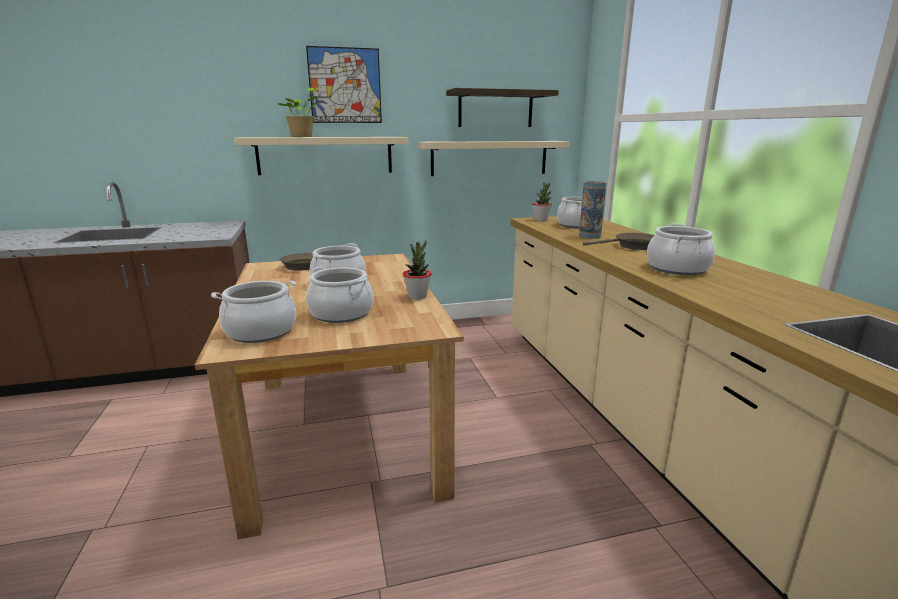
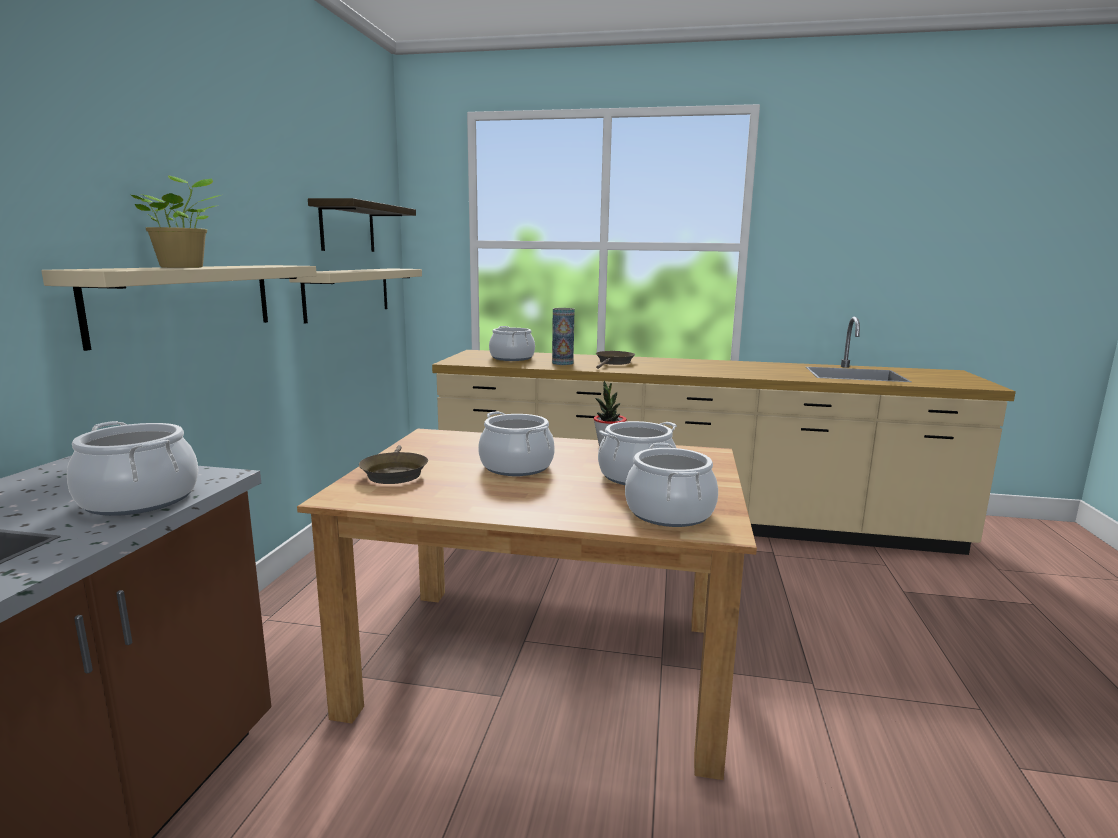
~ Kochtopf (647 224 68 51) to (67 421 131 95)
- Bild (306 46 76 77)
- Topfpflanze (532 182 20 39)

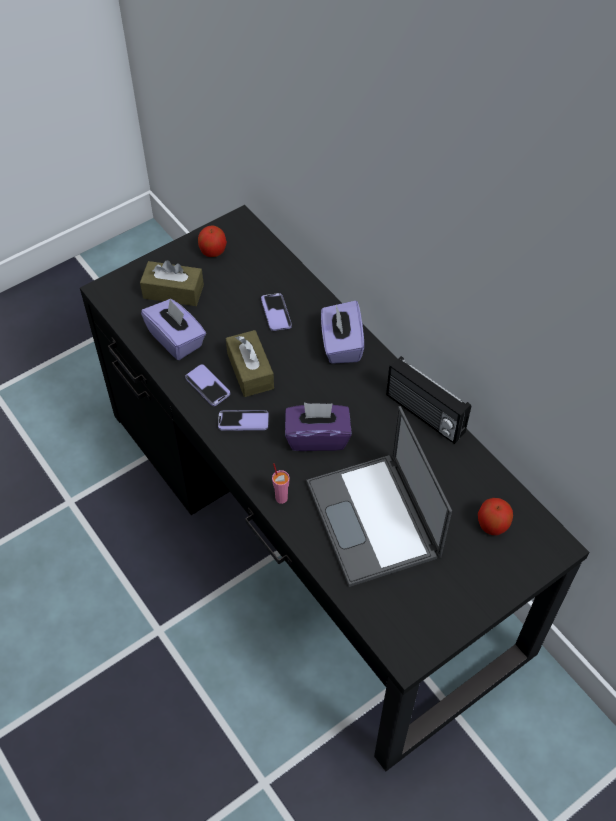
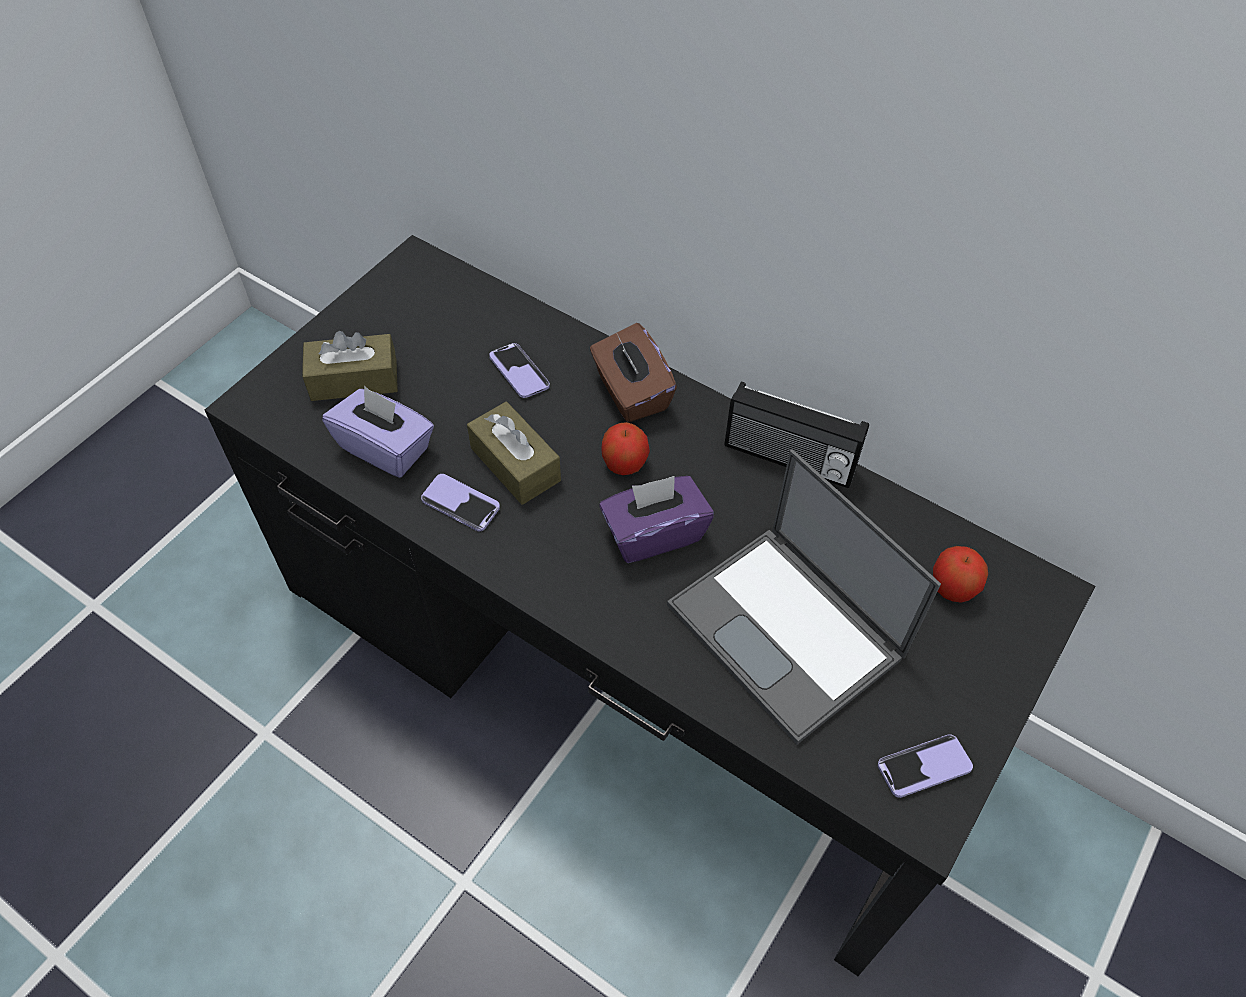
~ Taschentuchbox [lila] (321 301 43 63) to Taschentuchbox [braun] (590 323 87 99)
~ Apfel (198 226 29 31) to (601 422 49 53)
~ Handy (218 410 51 20) to (878 734 95 64)
- Tasse [rosa] (272 463 18 41)

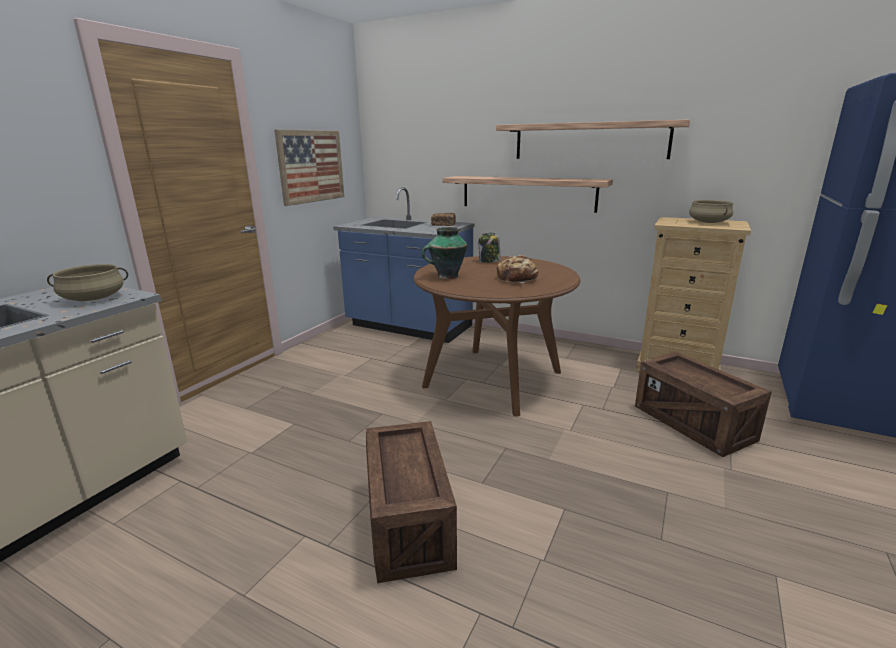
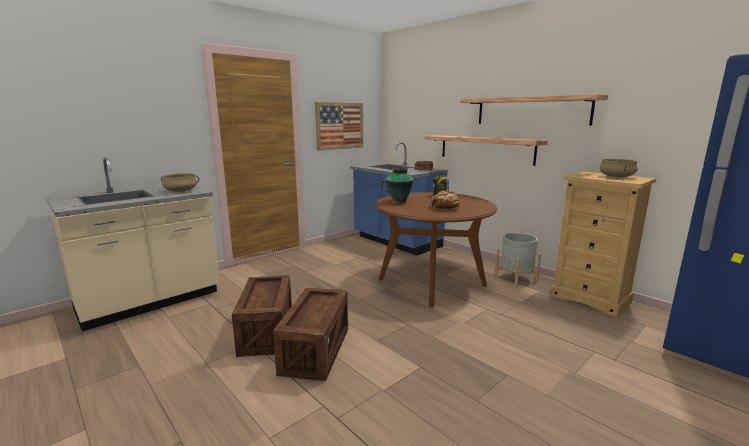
~ Kiste (635 352 137 105) to (232 275 60 82)
+ Pflanzkübel [grau] (495 233 46 55)

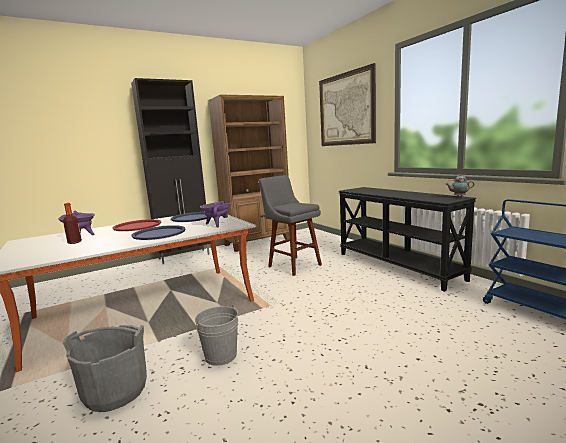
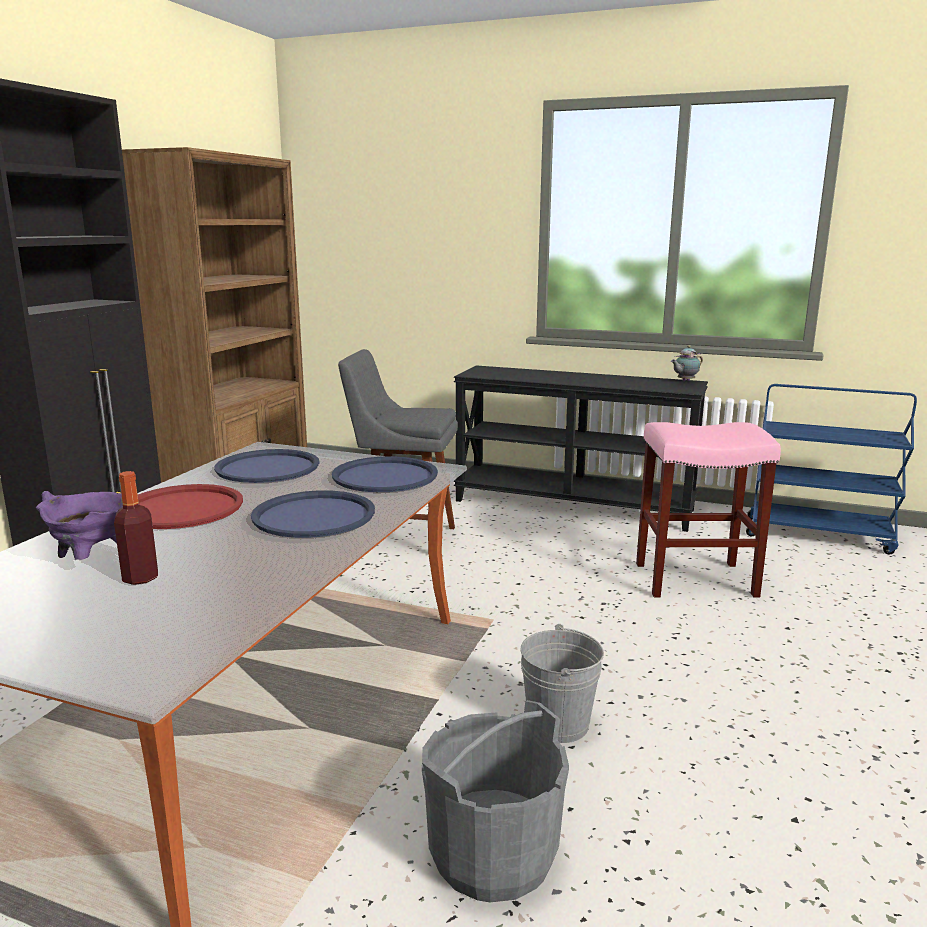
~ Kochtopf [lila] (200 201 30 27) to Tablett [blau] (332 456 106 36)
+ Hocker [rosa] (636 422 145 176)
- Bild (319 63 57 83)

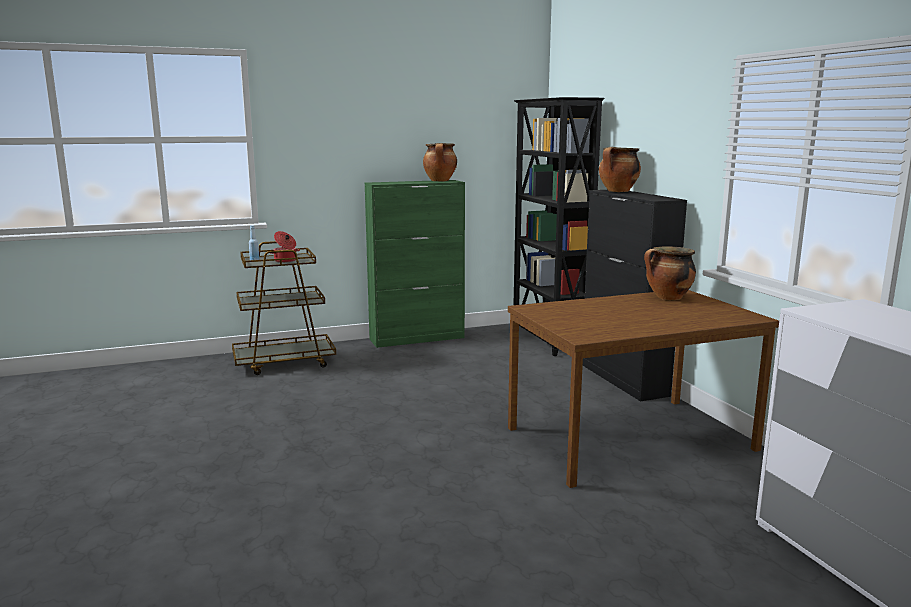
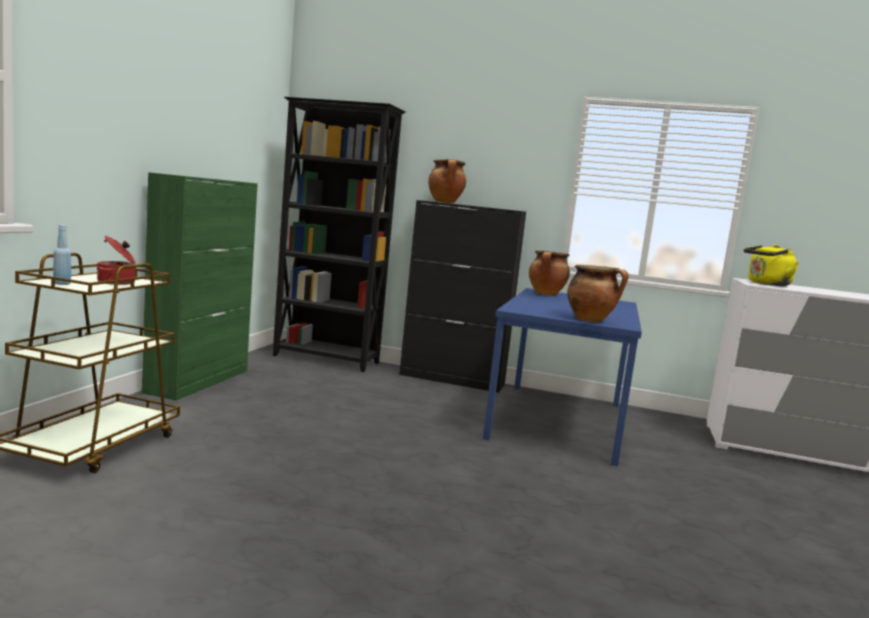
~ Esstisch [braun] (508 290 271 198) to Esstisch [blau] (483 288 159 178)
~ Kochtopf (423 143 34 38) to (567 265 62 57)
+ Wasserkessel [gelb] (744 245 55 41)

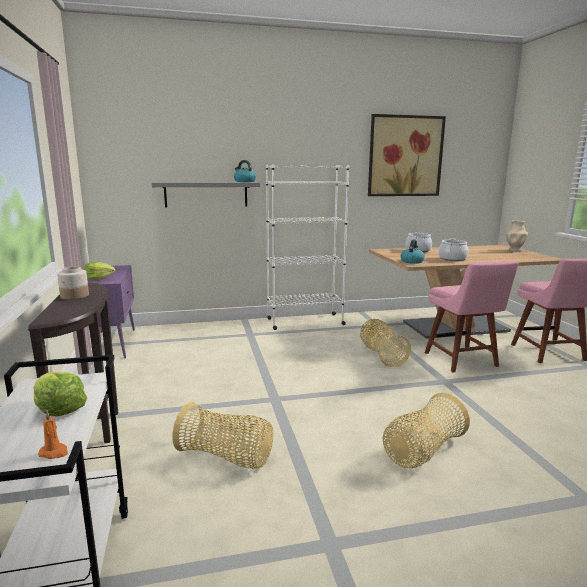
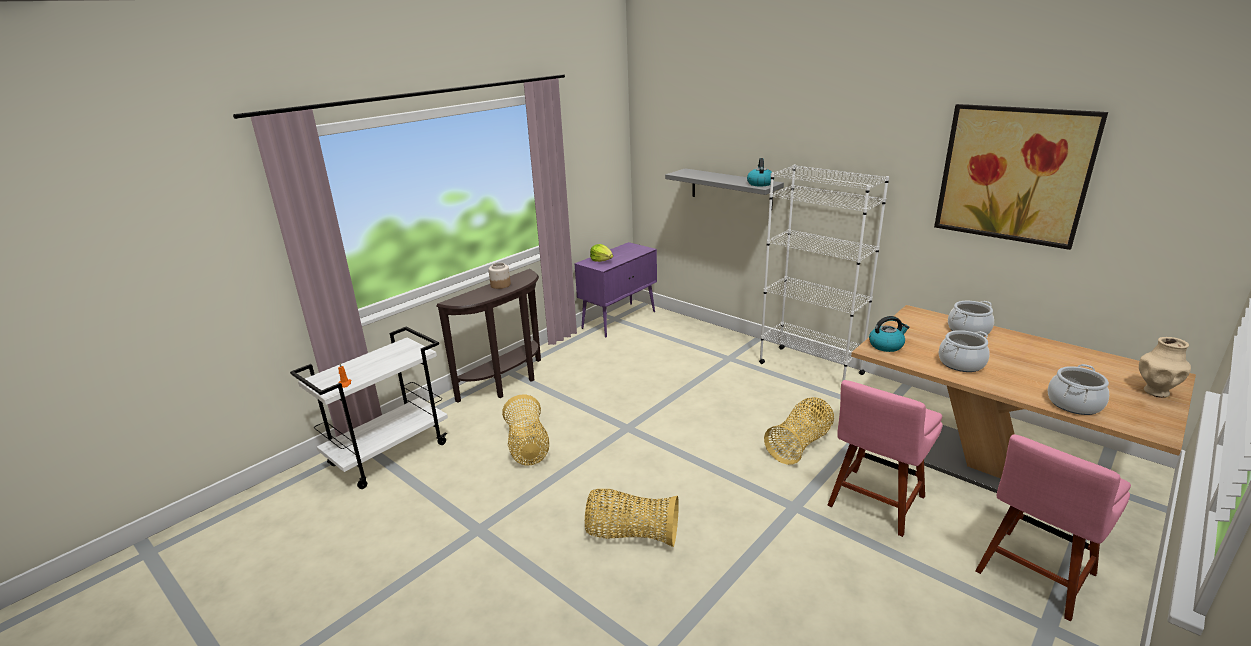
+ Kochtopf (1048 364 61 51)
- Salatkopf (33 372 54 44)

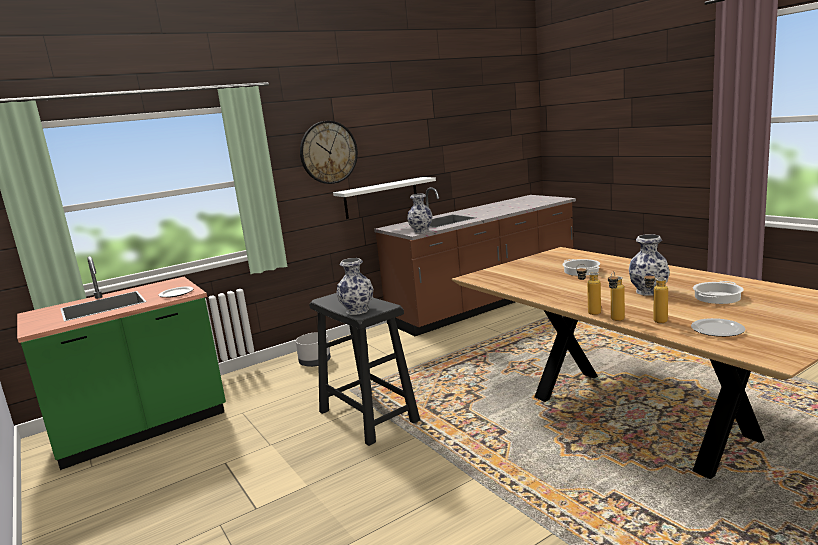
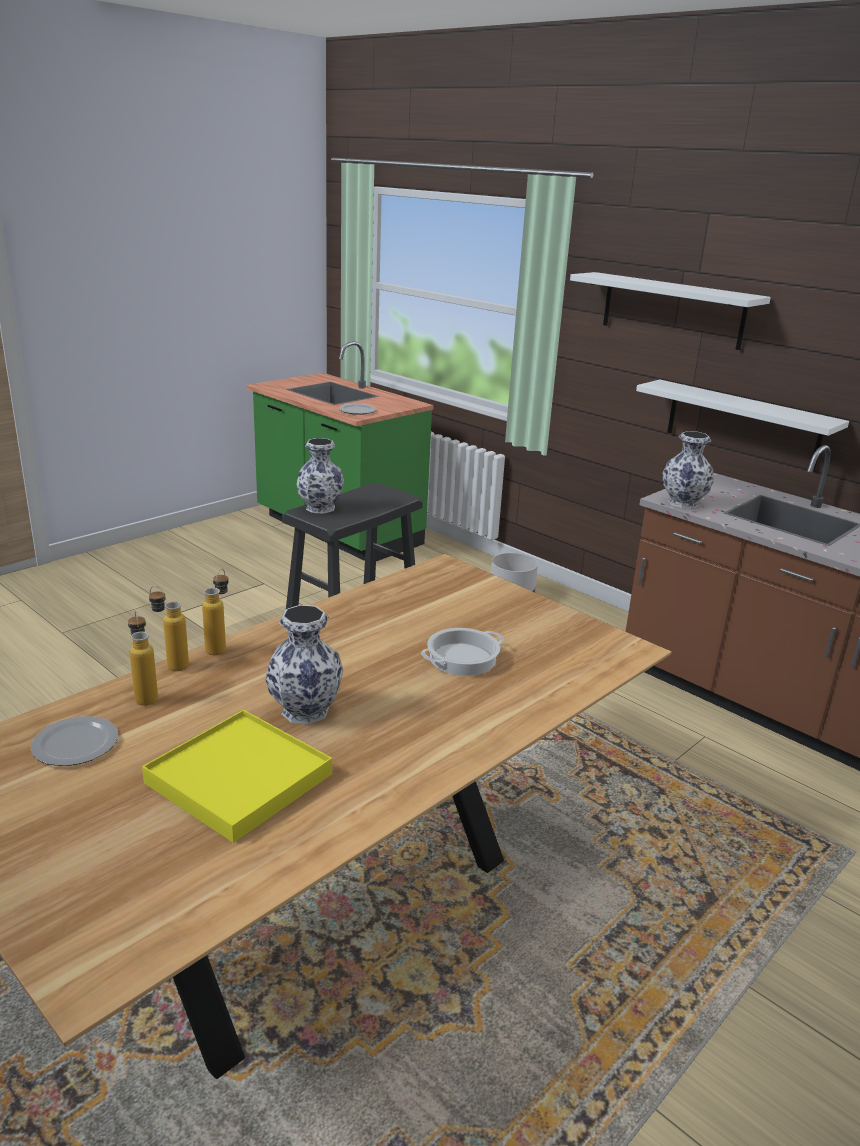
~ Kochtopf (693 281 51 23) to Tablett [gelb] (142 710 190 133)
~ Wanduhr (300 121 58 63) to Wandregal [weiß] (570 272 201 78)

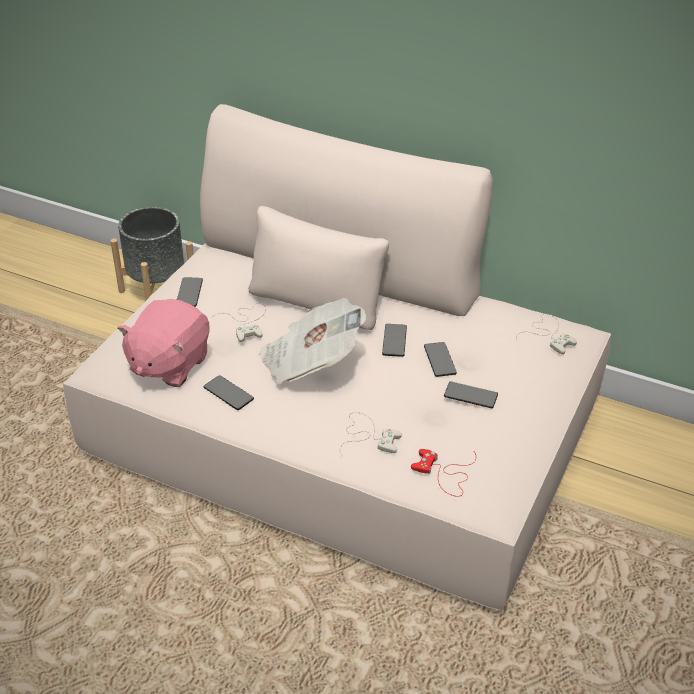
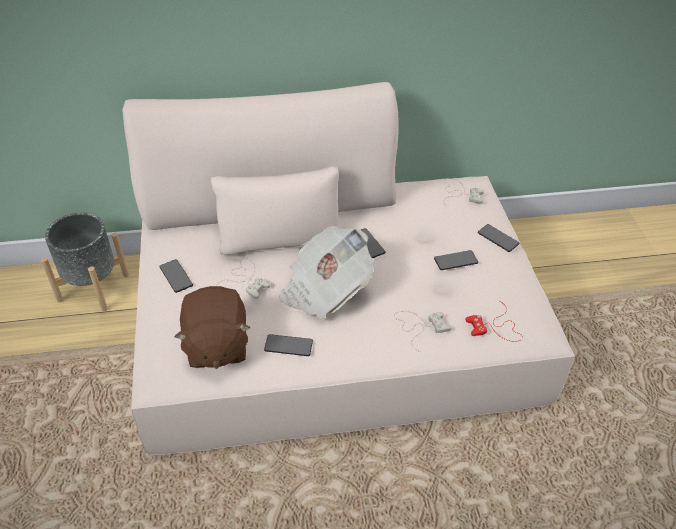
~ Plüschtier [rosa] (117 299 93 88) to Plüschtier [braun] (175 286 75 83)
~ Handy (424 342 33 35) to (478 224 42 28)

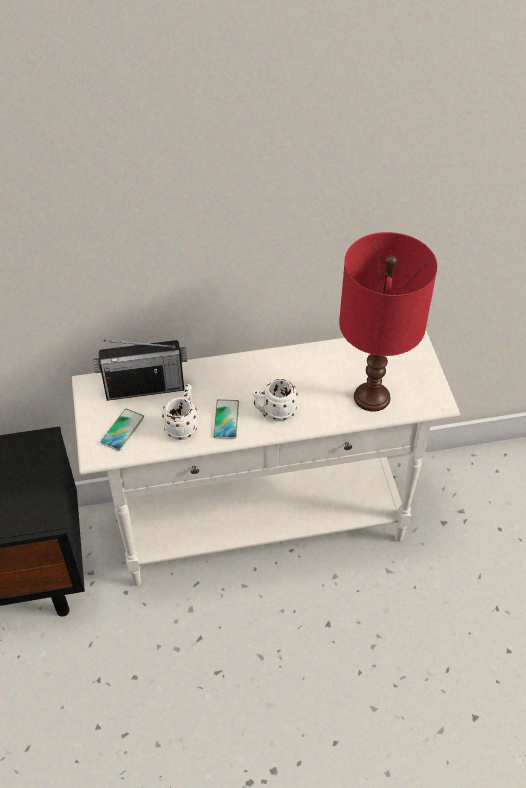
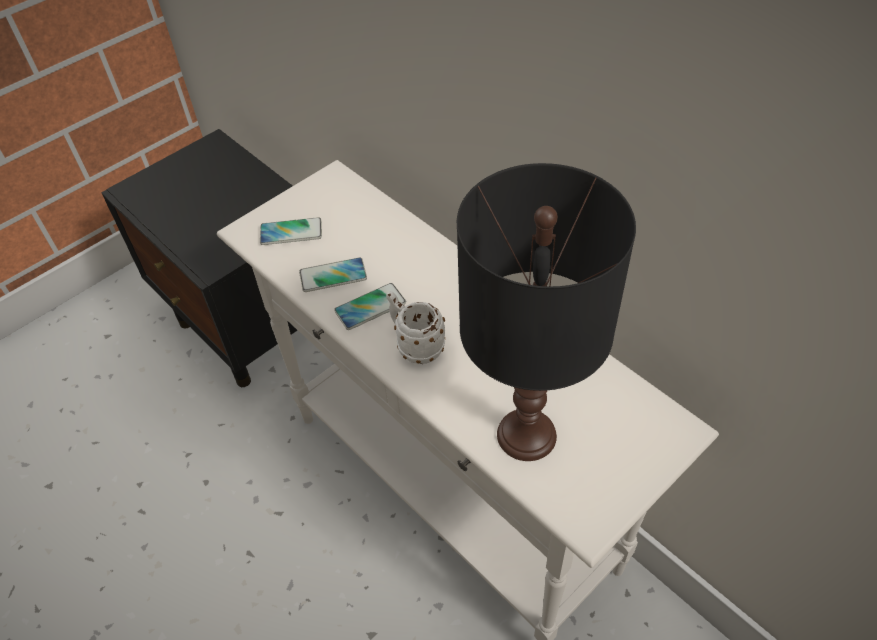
~ Henkelbecher [weiß] (162 384 35 56) to Handy (299 257 68 35)
~ Tischlampe [rot] (339 232 98 180) to Tischlampe [schwarz] (457 163 179 298)
- Radio (93 340 94 61)

